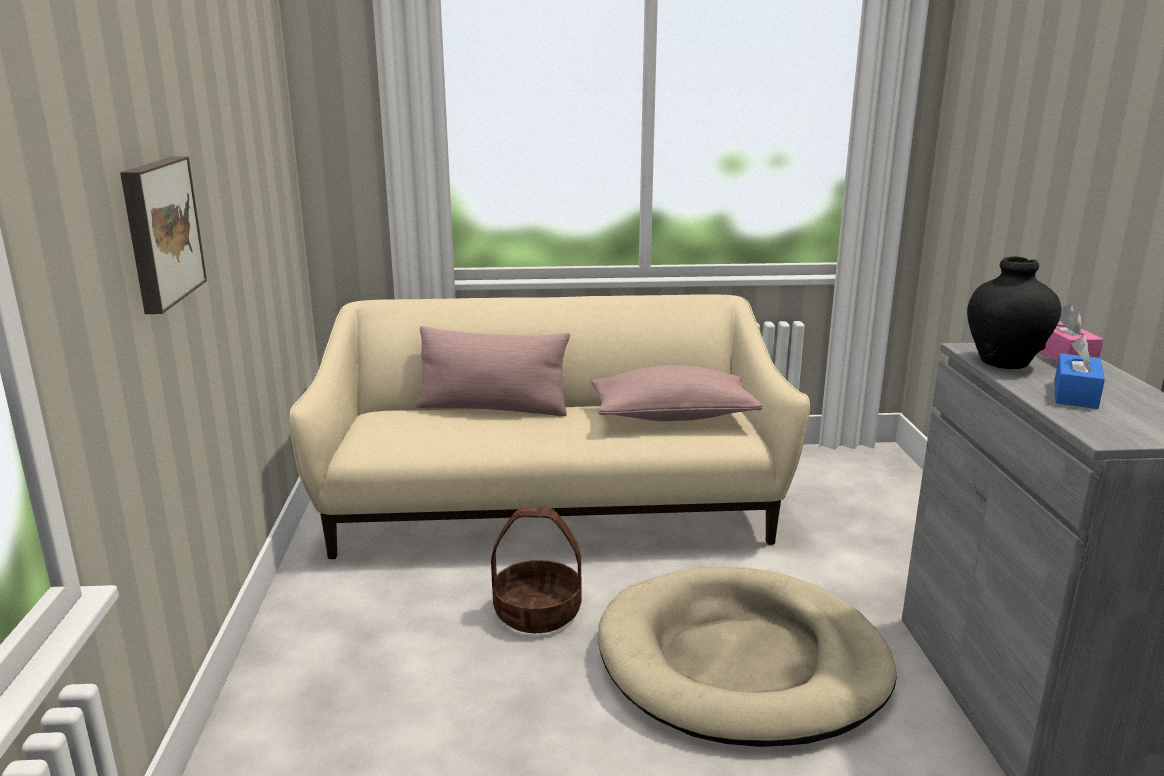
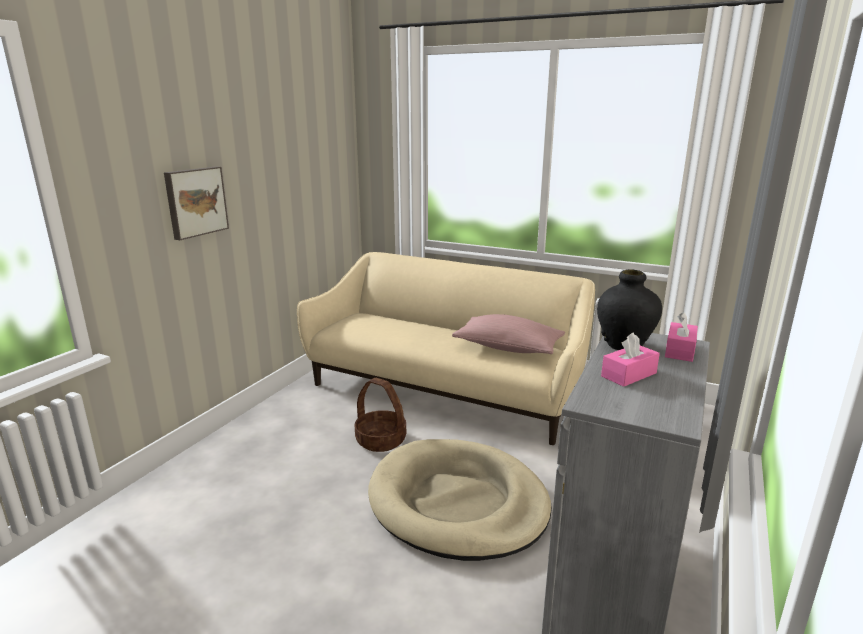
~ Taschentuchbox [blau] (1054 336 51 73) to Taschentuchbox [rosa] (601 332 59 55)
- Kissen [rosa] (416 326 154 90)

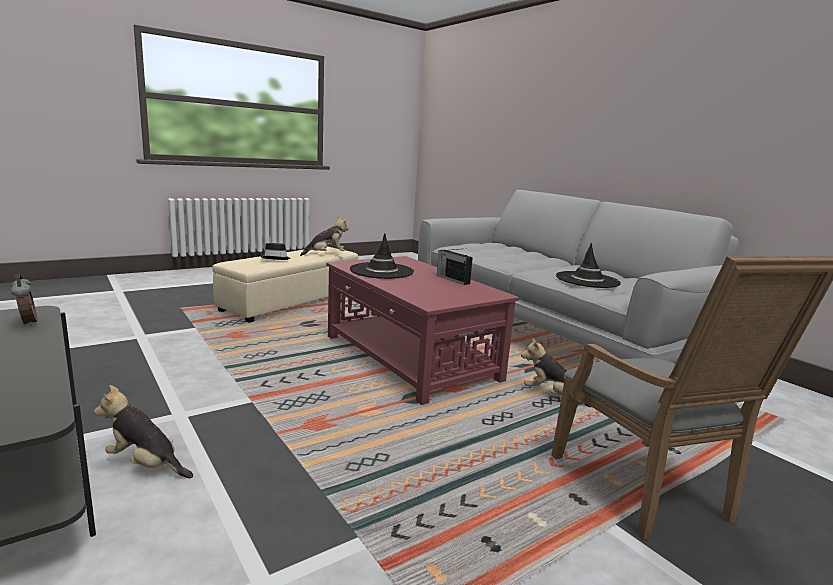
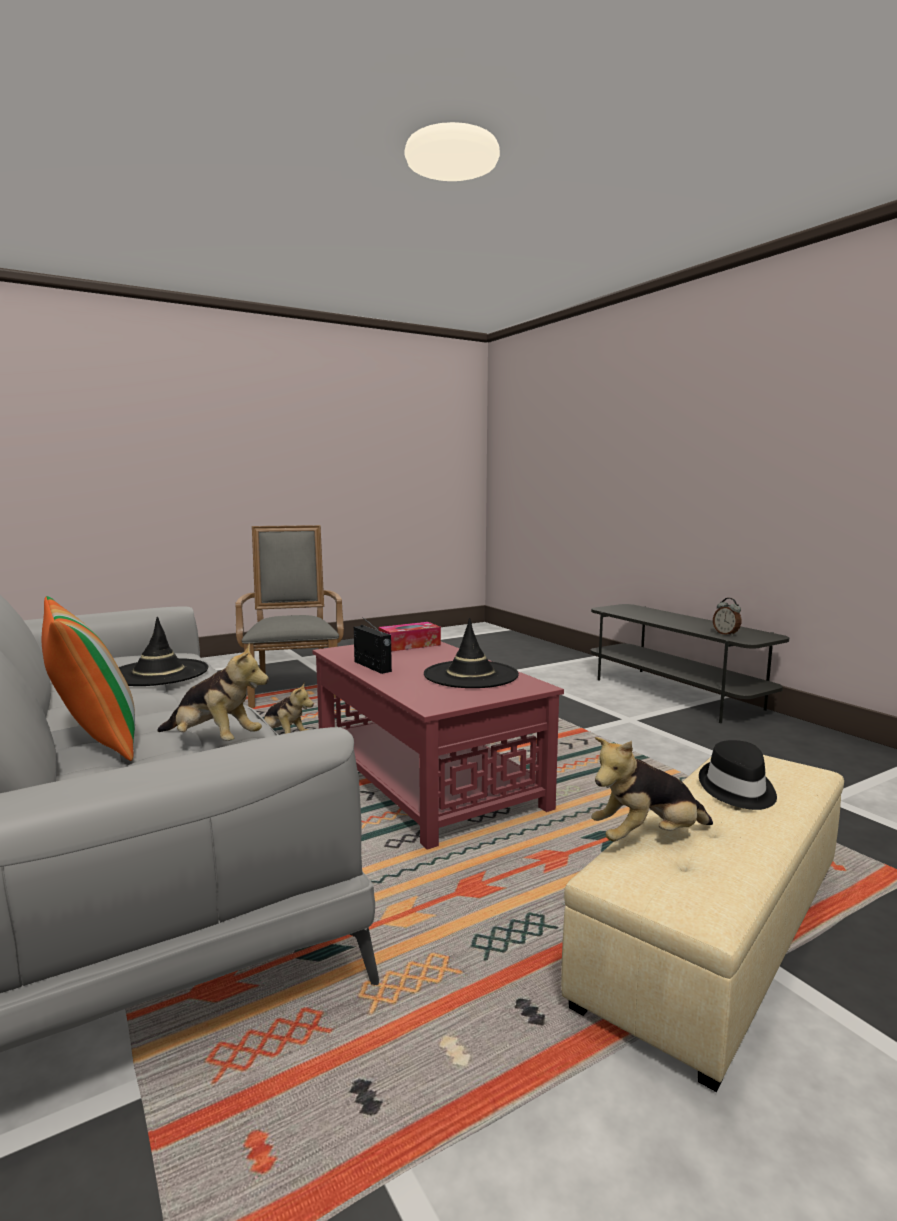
+ Kissen (42 596 93 165)
~ Plüschtier (94 385 99 93) to (157 644 112 97)
+ Taschentuchbox (379 622 62 30)

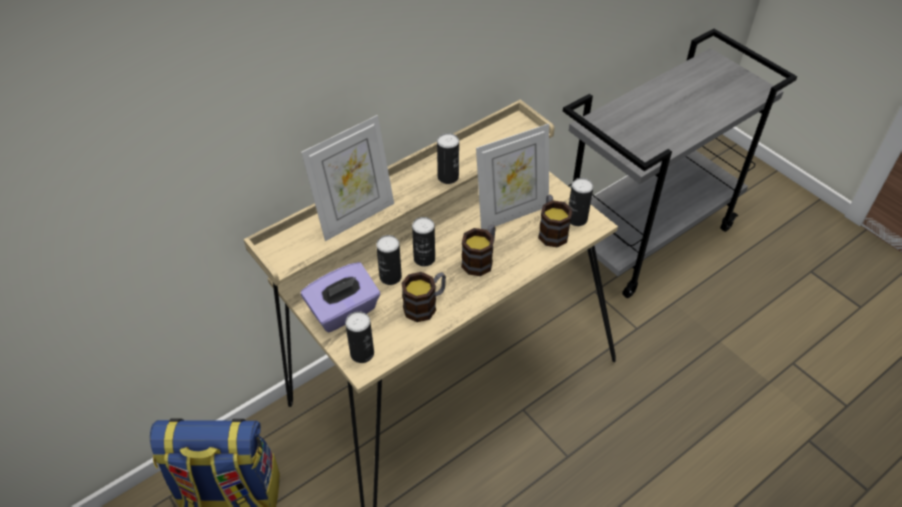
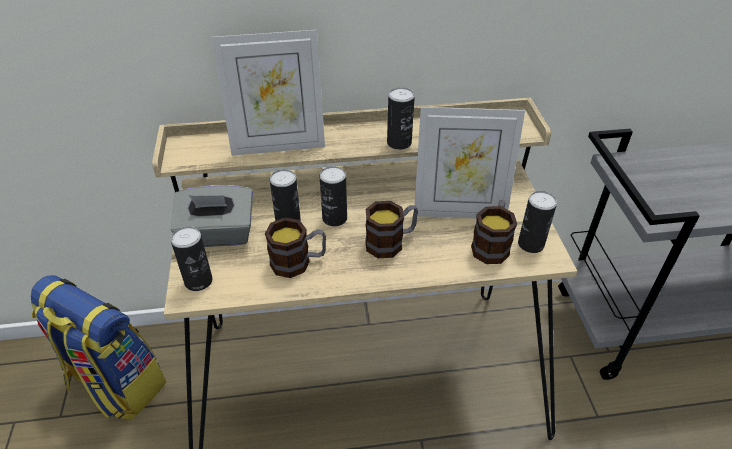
~ Taschentuchbox [lila] (301 262 79 70) to Taschentuchbox [grau] (171 185 82 62)

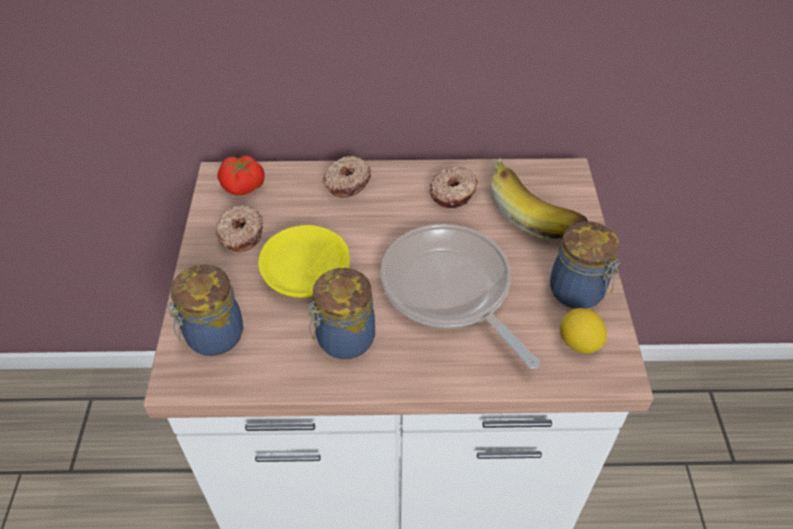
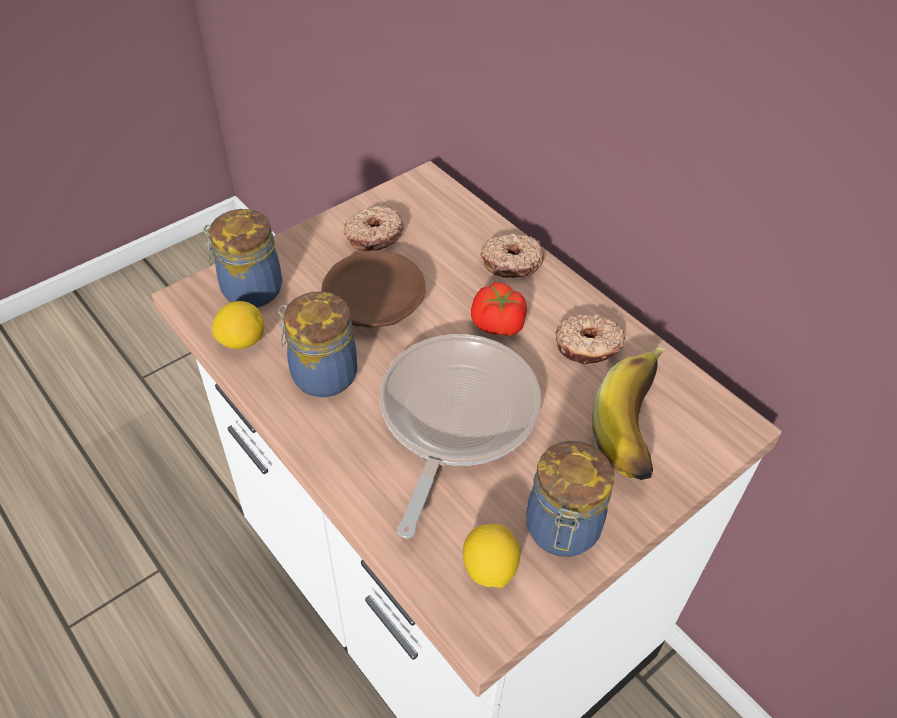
+ Zitrone (212 301 52 48)
~ Teller [gelb] (258 225 92 73) to Teller [braun] (321 250 105 77)
~ Tomate (217 156 48 39) to (471 282 56 54)

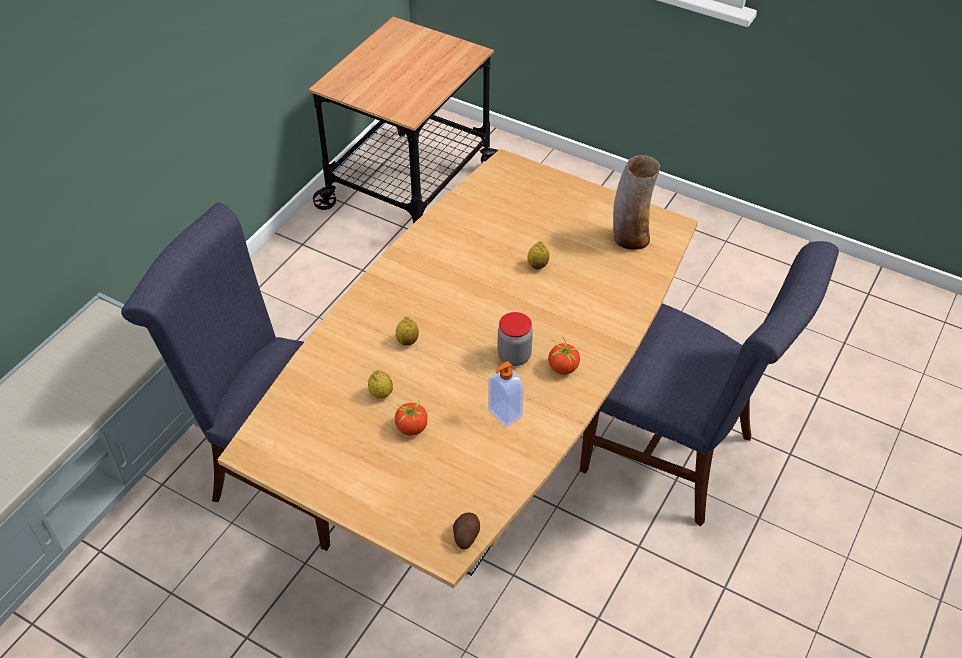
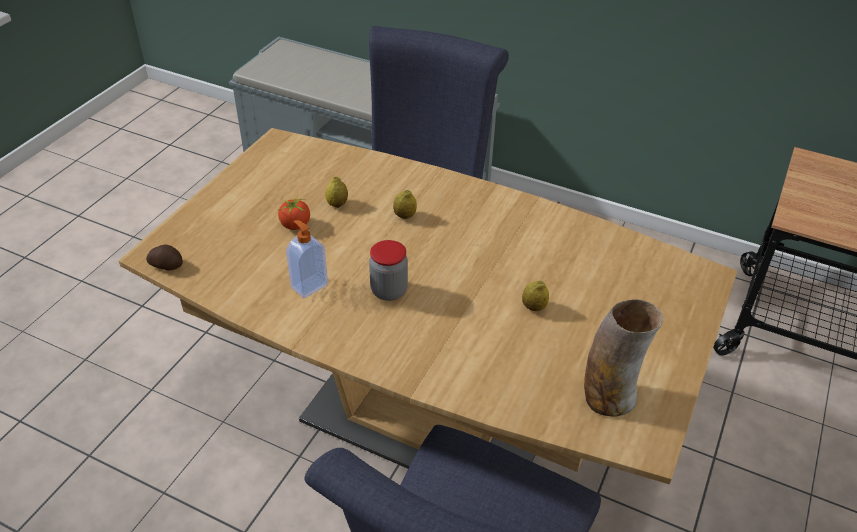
- Tomate (548 335 32 40)

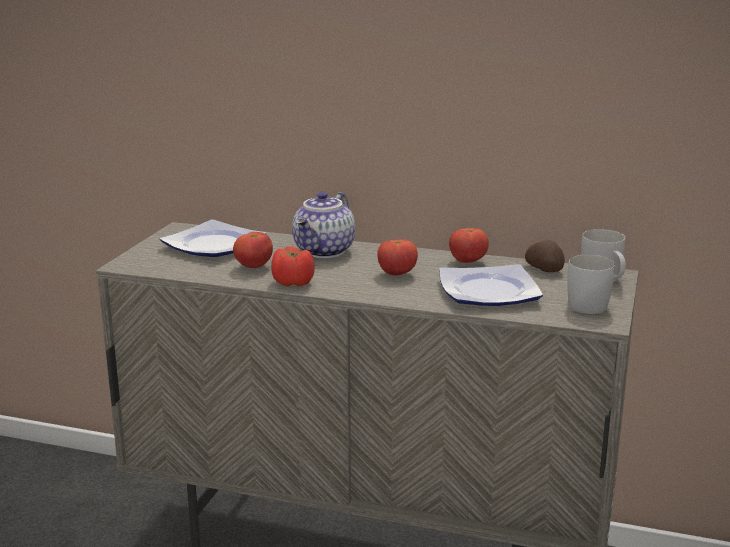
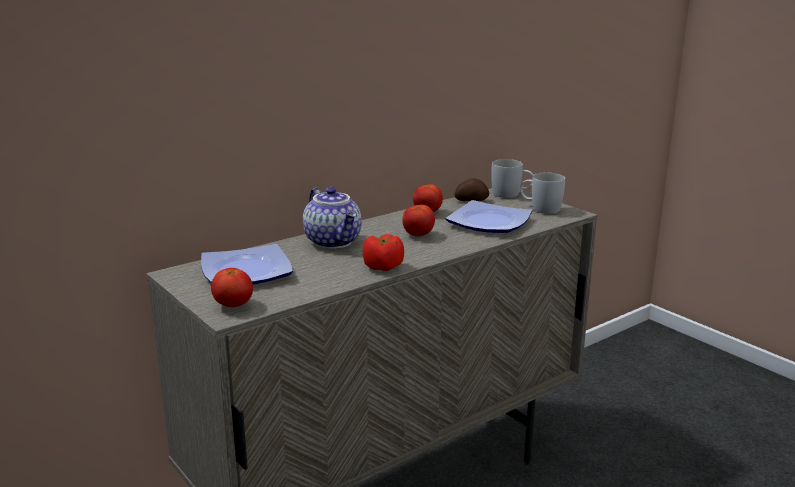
~ Tomate (233 232 40 36) to (211 268 42 39)

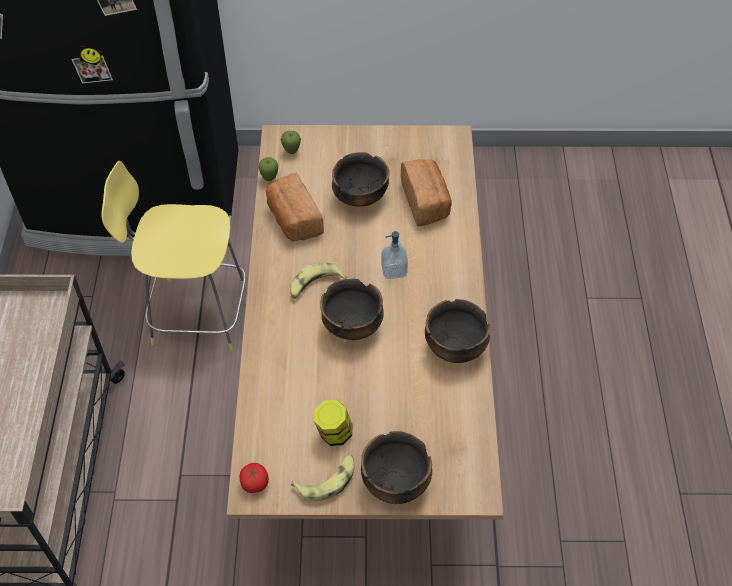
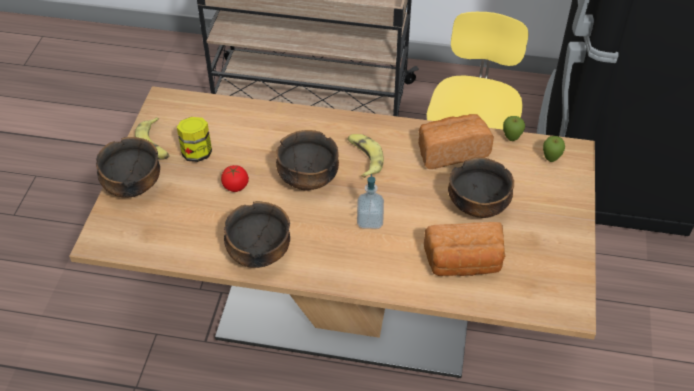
~ Tomate (240 463 29 30) to (221 165 28 27)

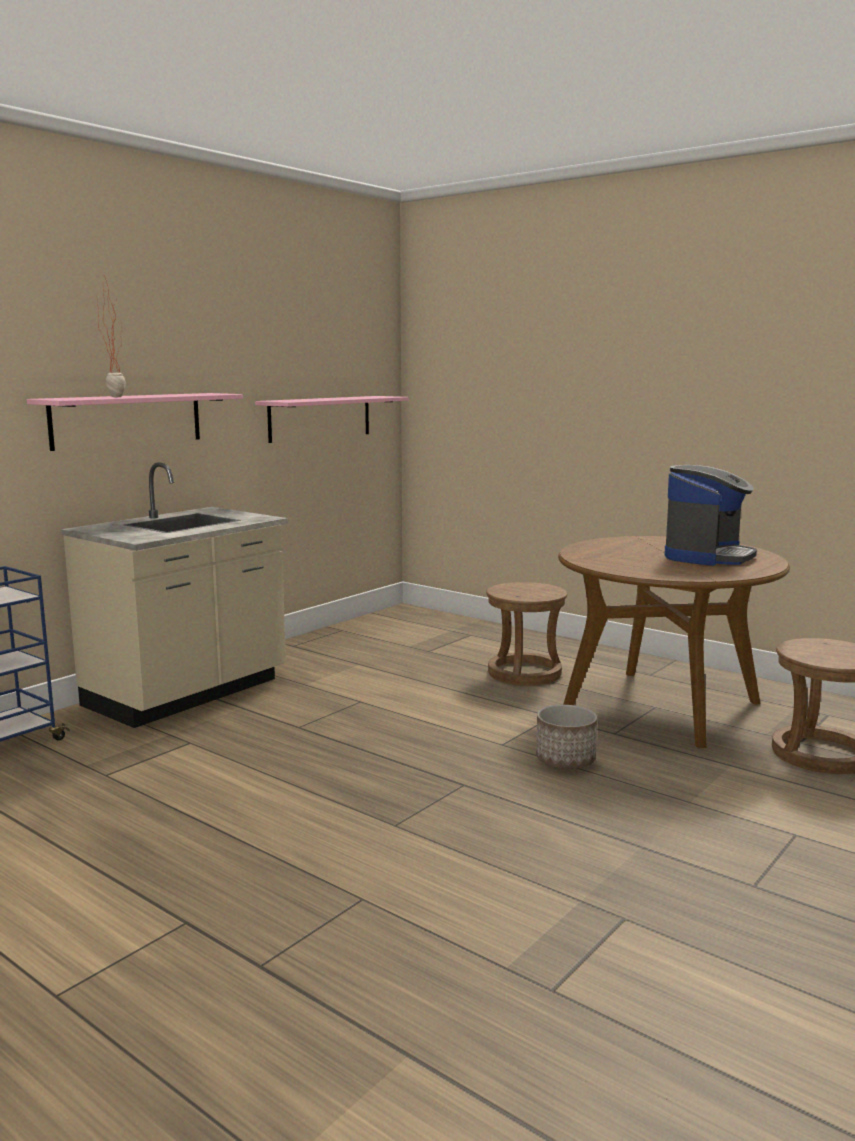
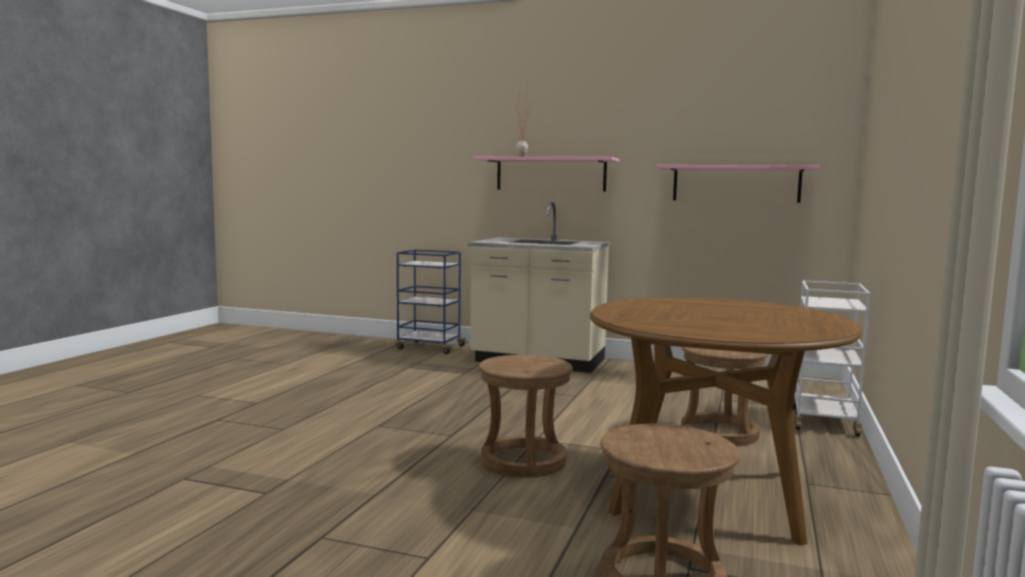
~ Pflanzkübel (536 705 61 64) to Hocker [braun] (479 355 94 123)
+ Rollwagen [weiß] (793 280 77 156)
- Kaffeemaschine (664 465 93 101)

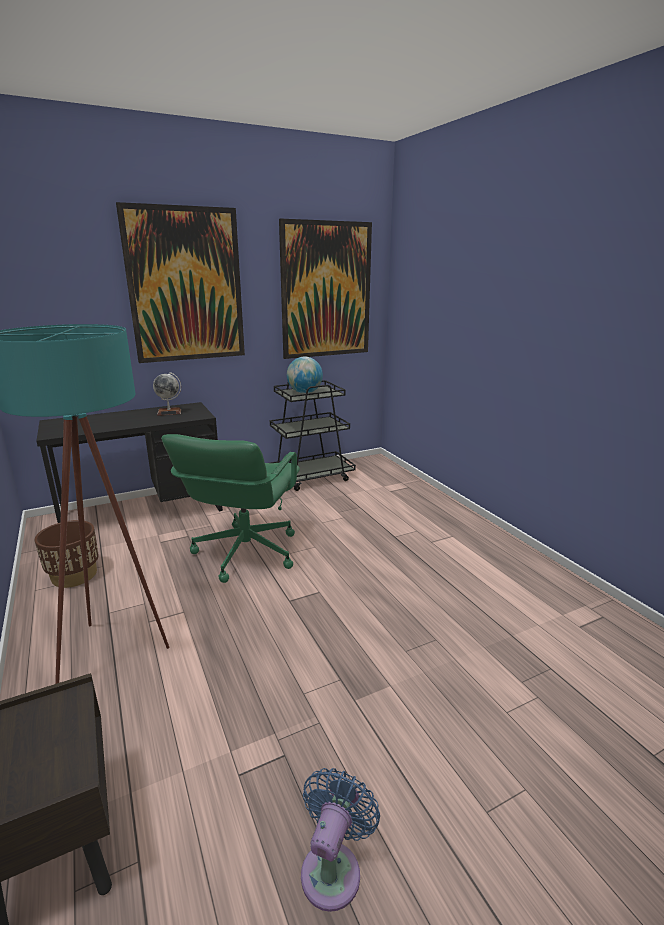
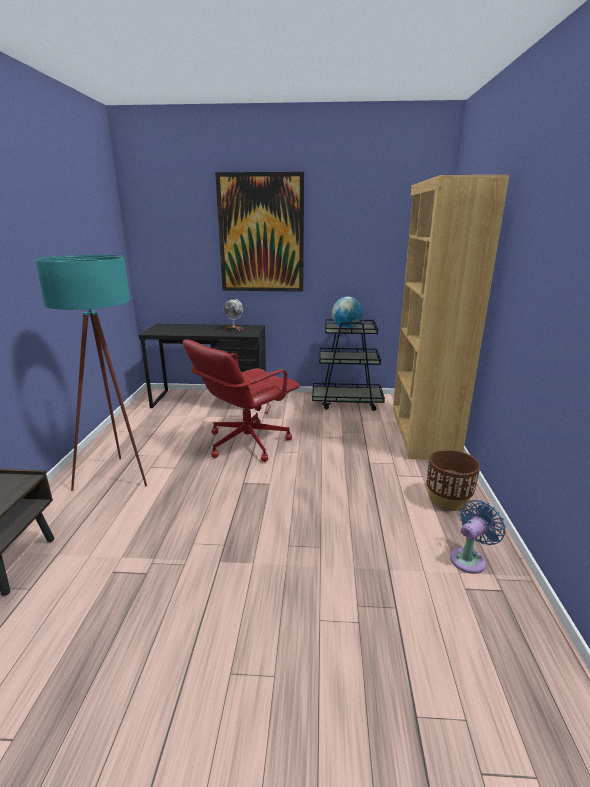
~ Bürostuhl [grün] (161 434 139 149) to Bürostuhl [rot] (183 340 117 122)
+ Bücherregal [braun] (393 175 116 285)
~ Pflanzkübel [braun] (35 520 64 68) to (427 449 53 62)
~ Ventilator [blau] (301 768 79 144) to (450 500 56 74)
- Bild (279 219 93 140)

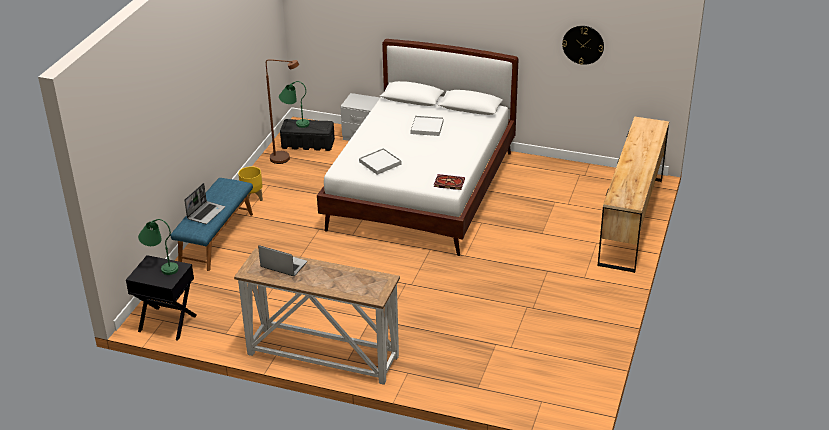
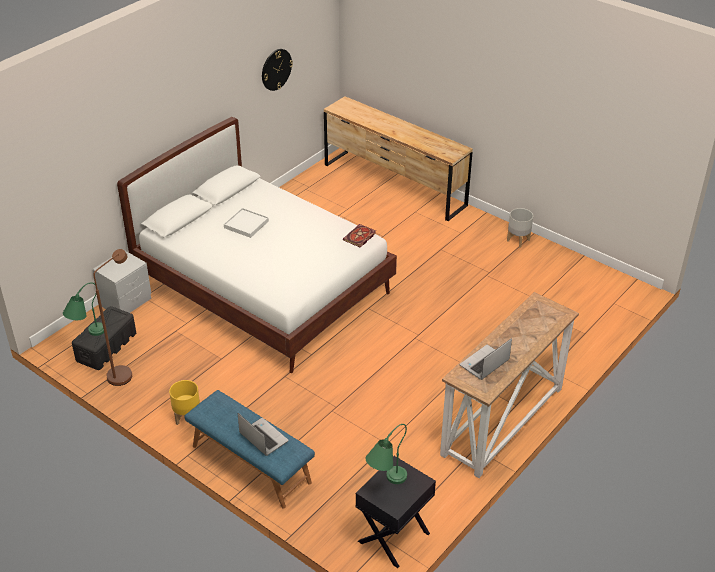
+ Pflanzkübel [grau] (507 208 26 40)
- Tablett [weiß] (359 148 43 27)

